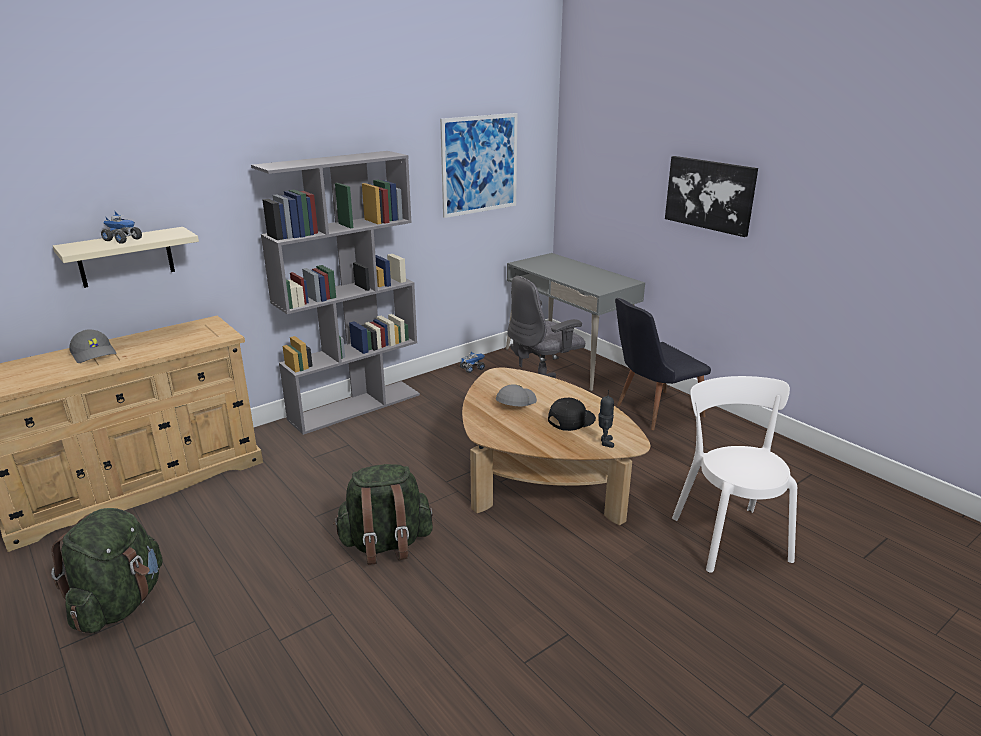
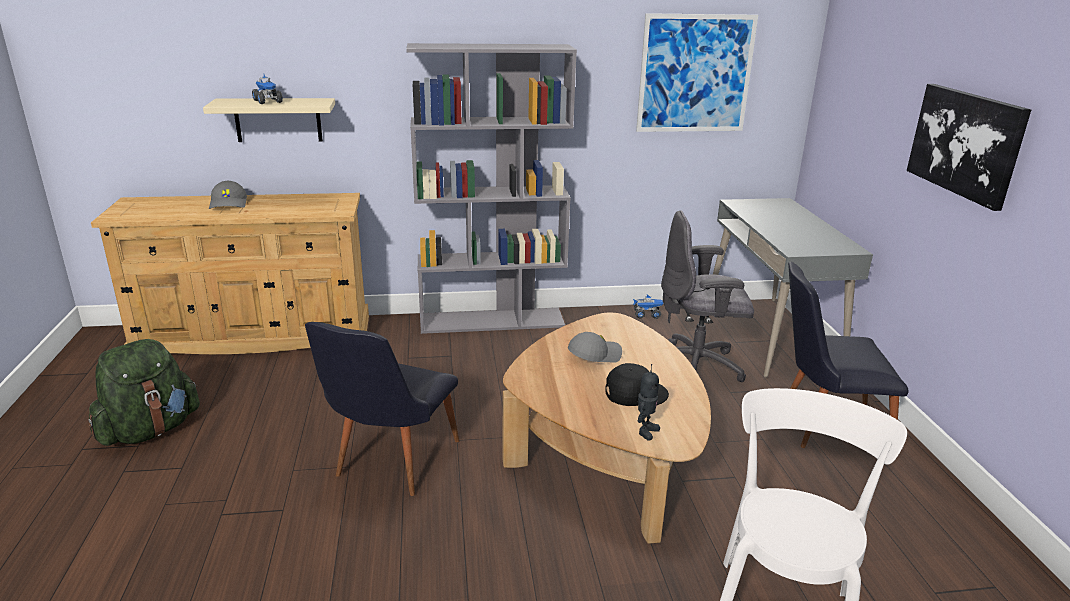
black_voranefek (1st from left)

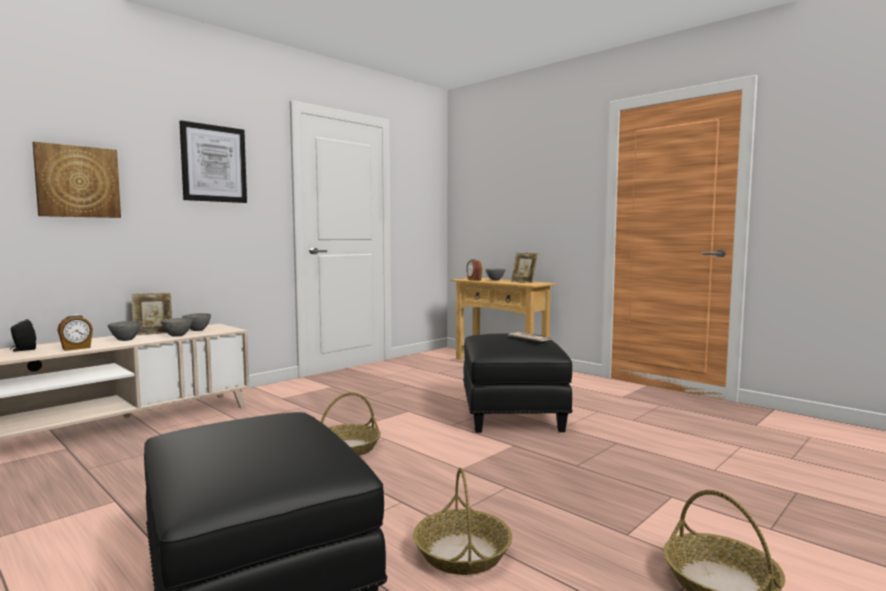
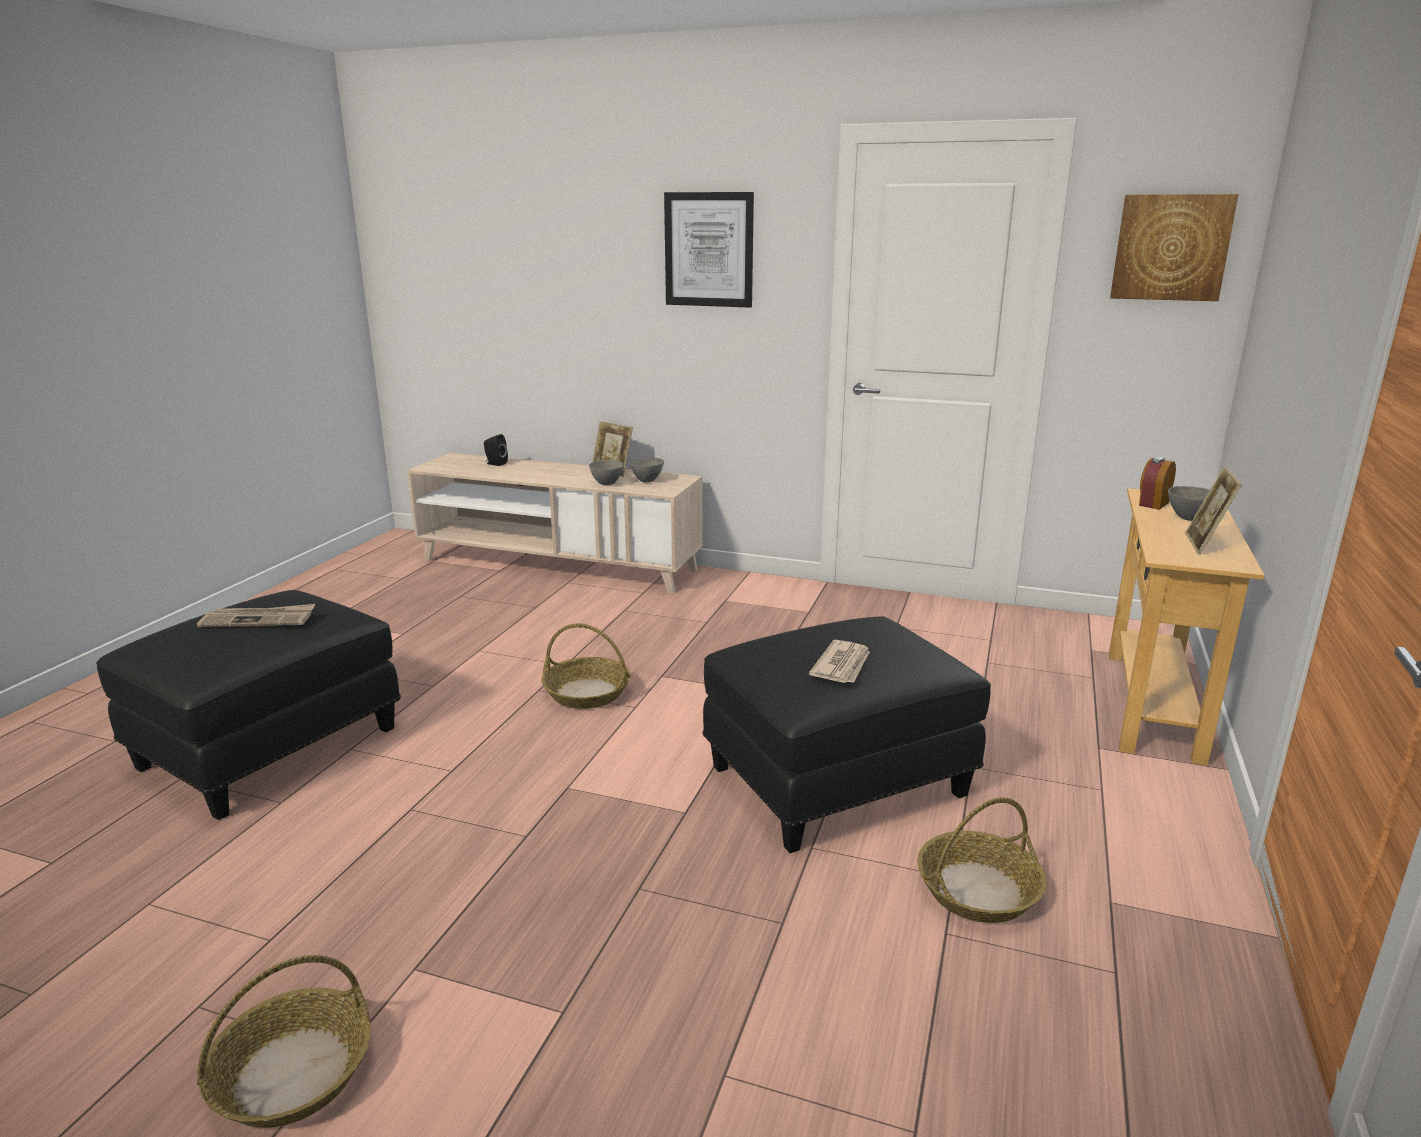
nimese (2nd from left)
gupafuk (1st from left in the first image)
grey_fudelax (1st from left in the first image)
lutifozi (3rd from left)
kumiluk (1st from left)

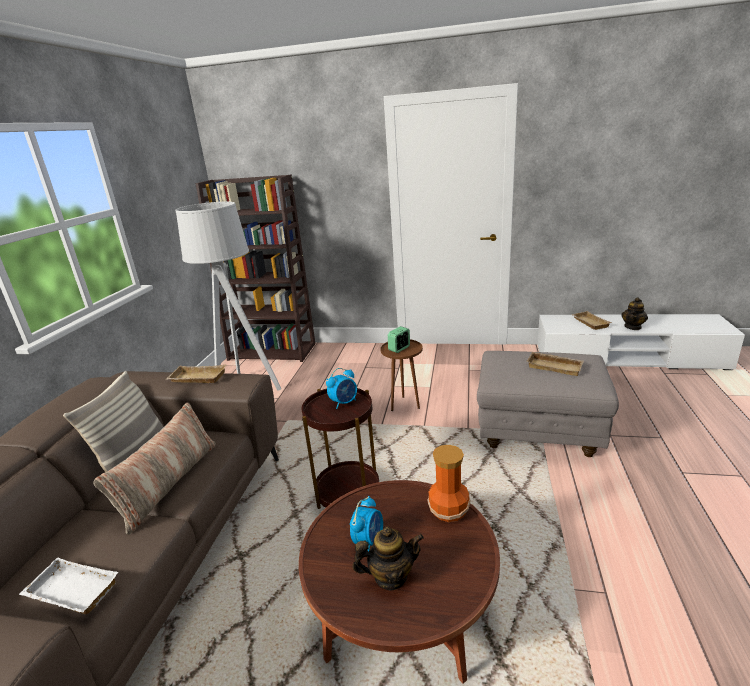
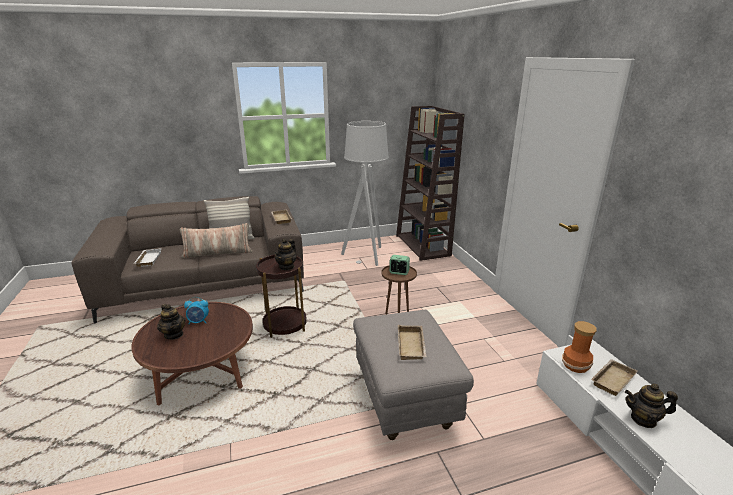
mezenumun (2nd from left)
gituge

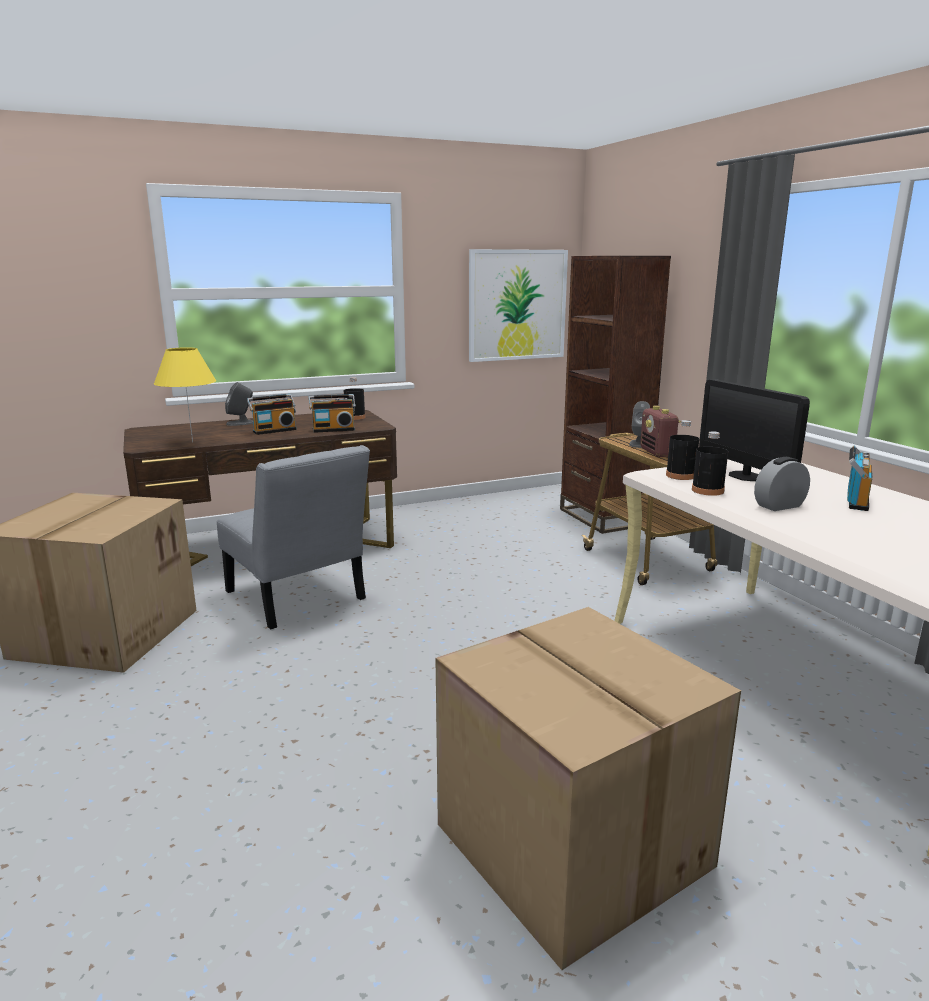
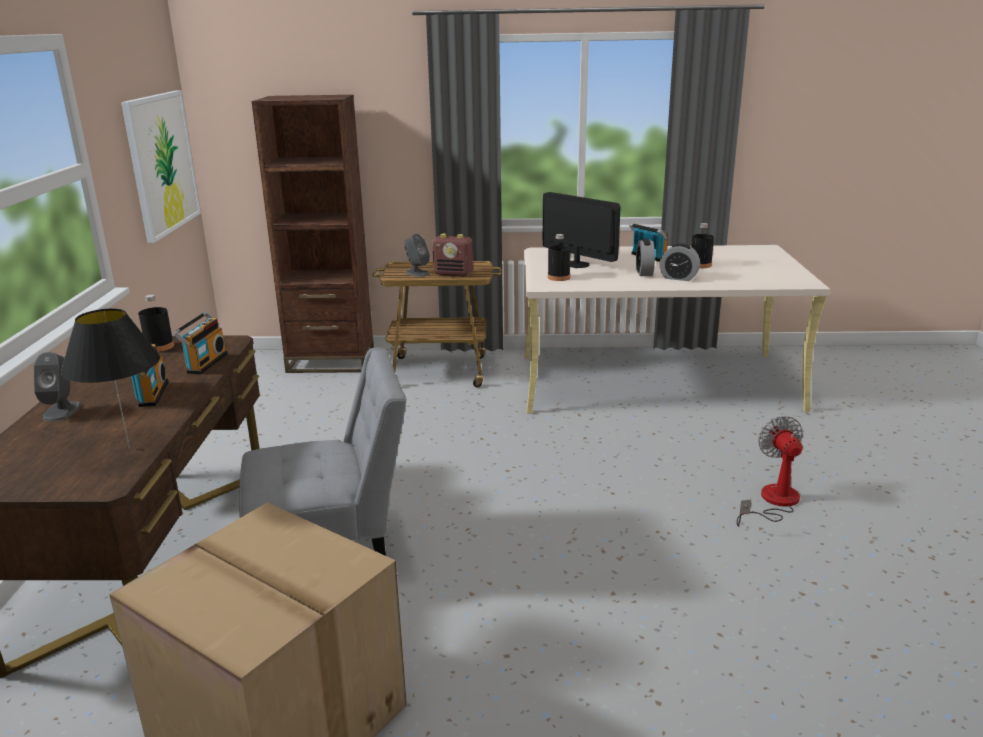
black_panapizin
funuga
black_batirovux (3rd from left)
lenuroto
gupafuk (2nd from left)

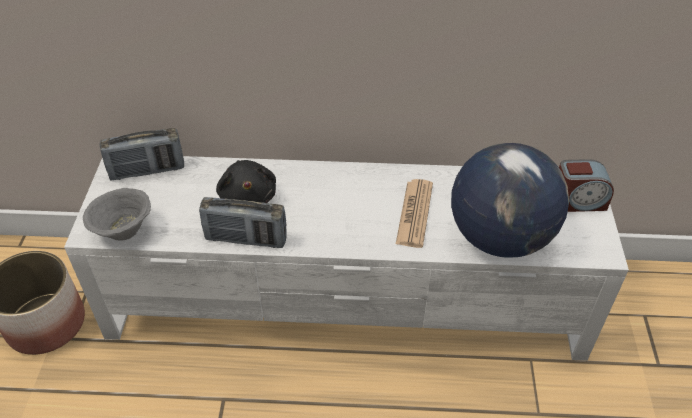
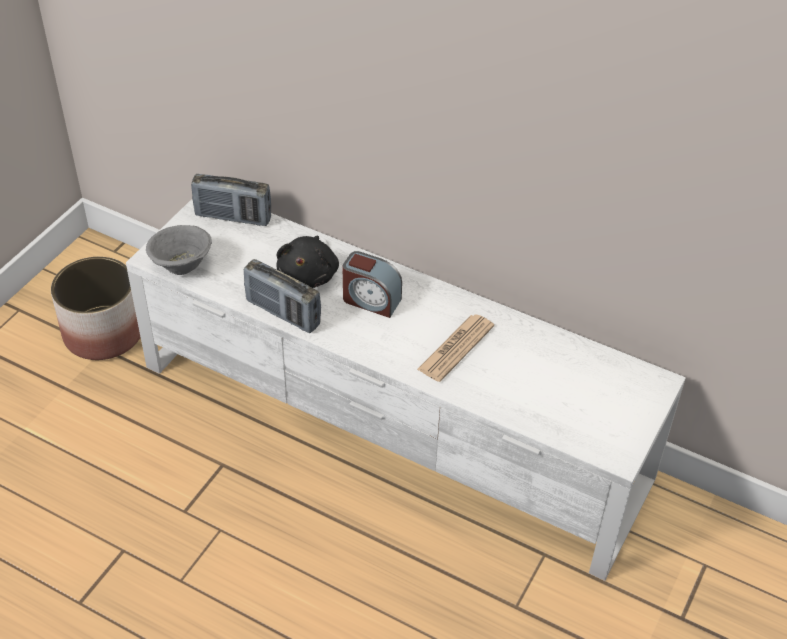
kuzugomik
gupafuk

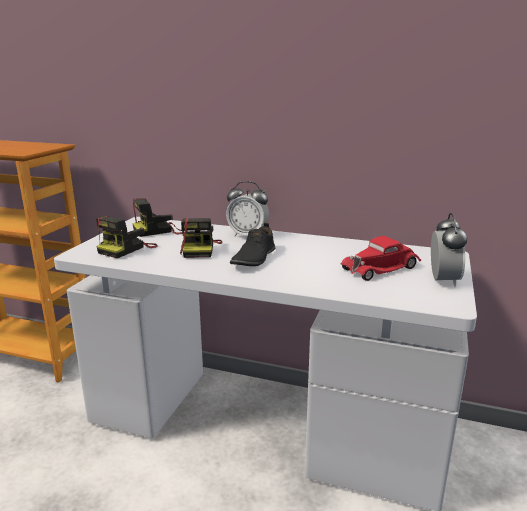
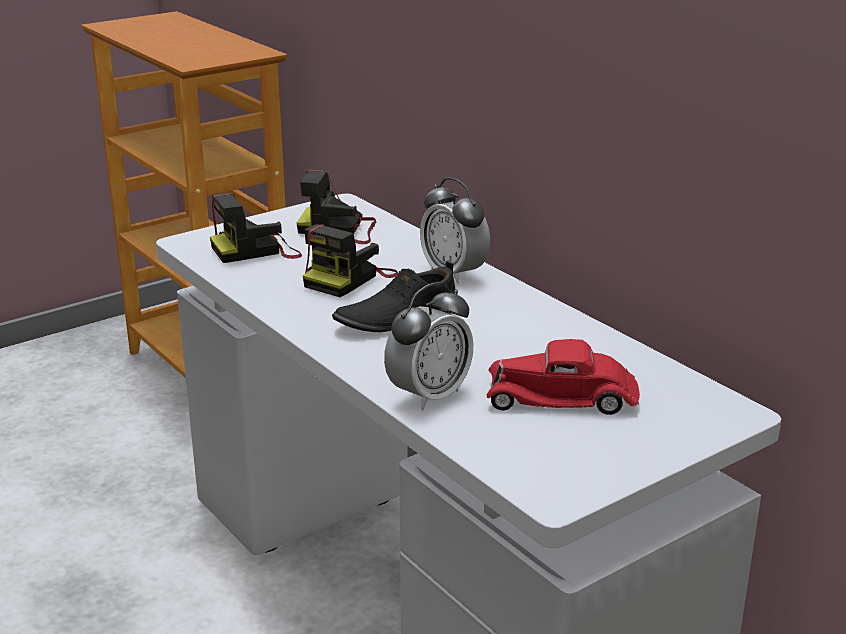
gupafuk (1st from left)

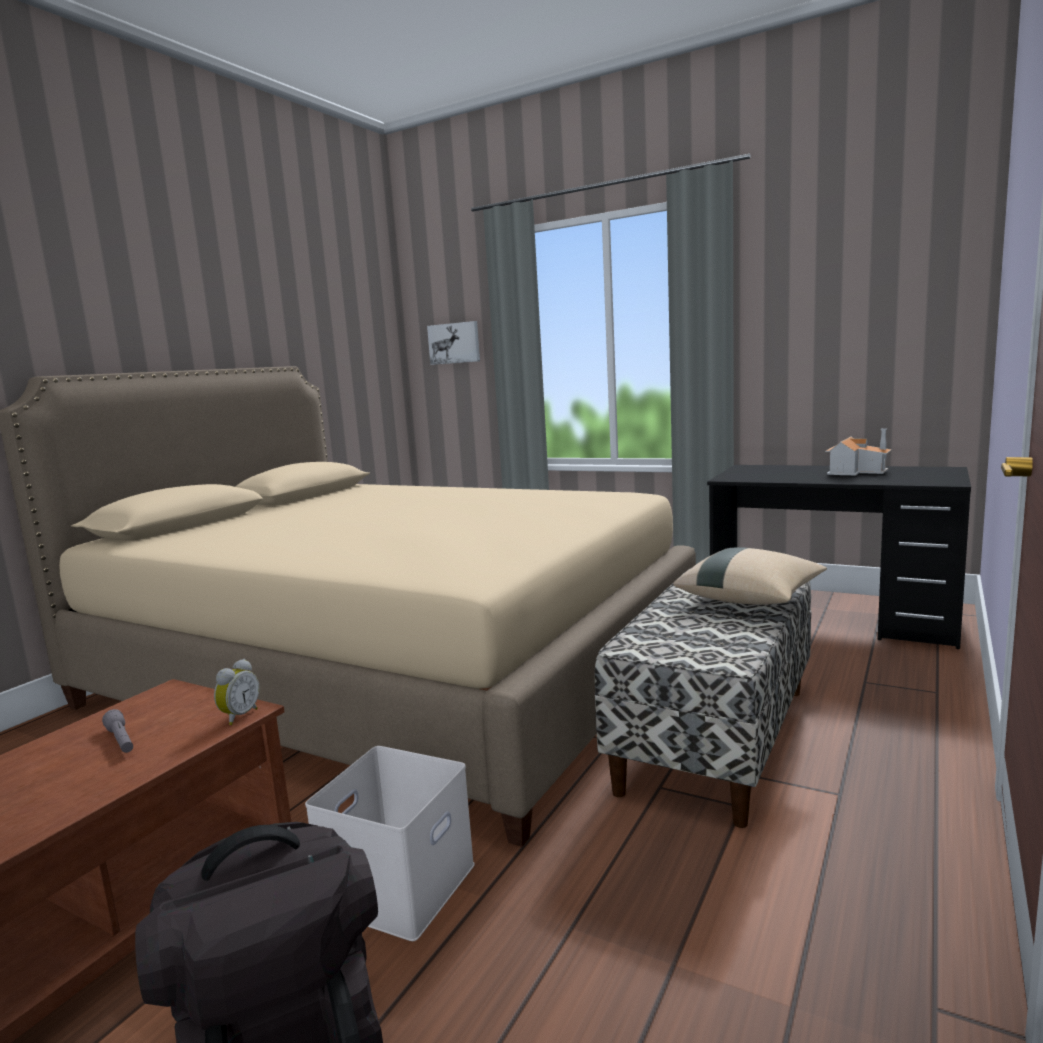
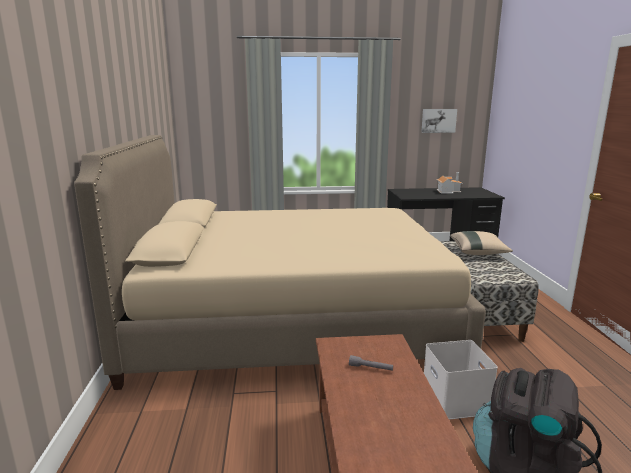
gupafuk
nimese

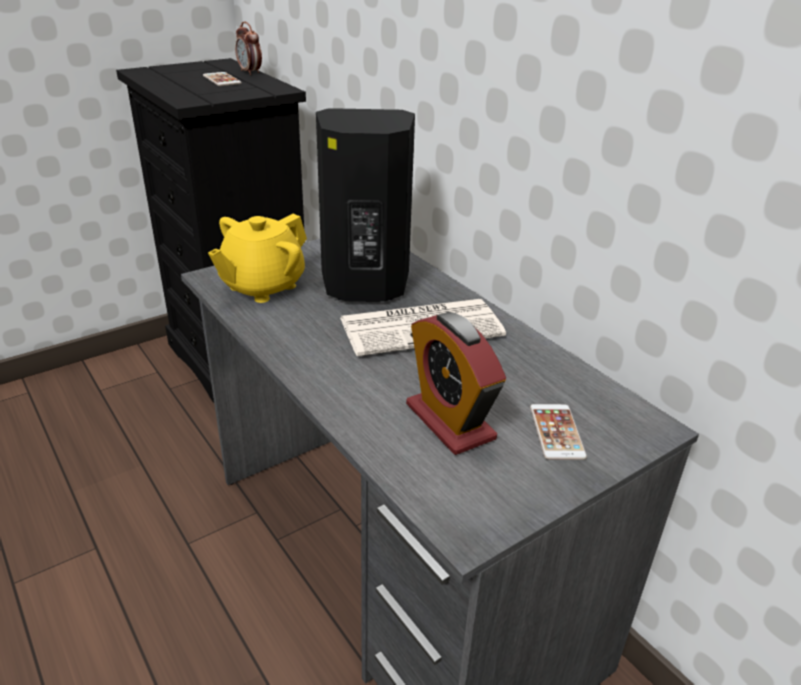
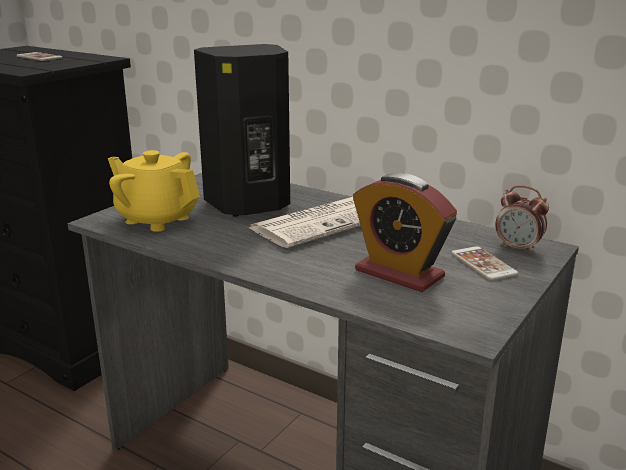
yellow_mezenumun
gupafuk (2nd from left)

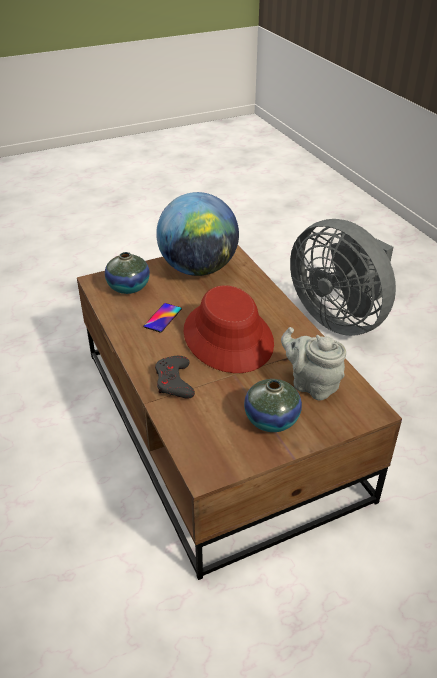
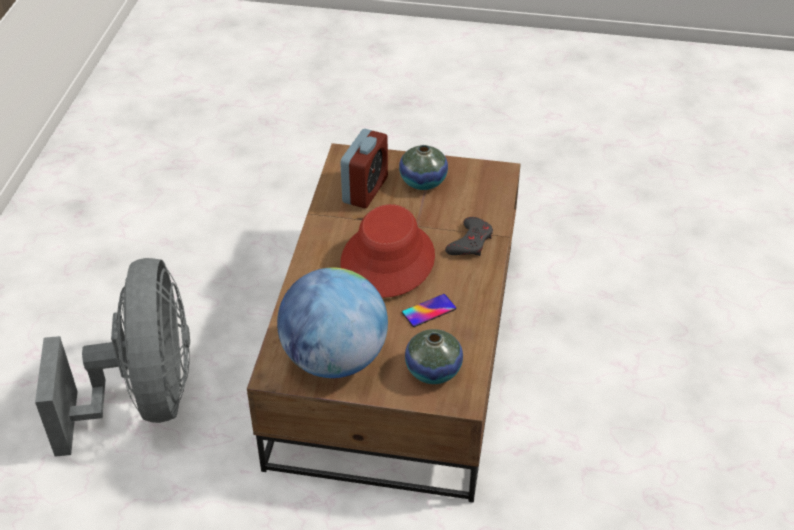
gupafuk

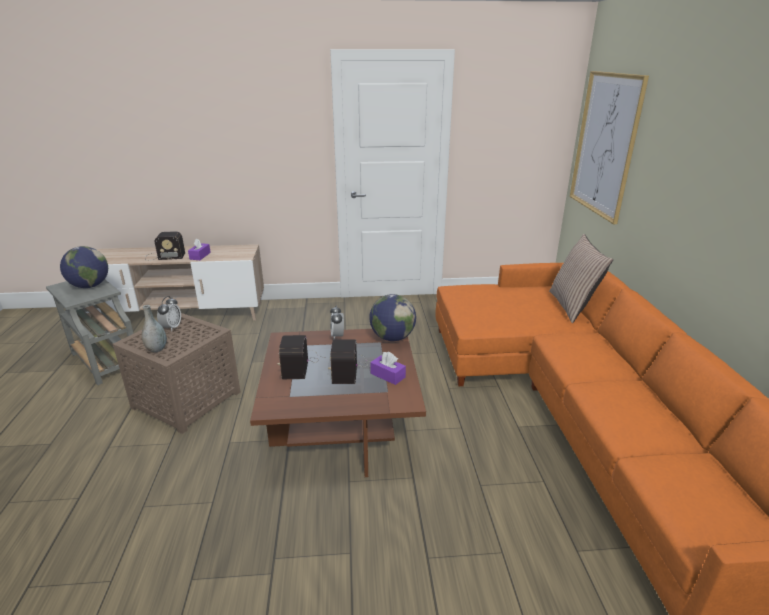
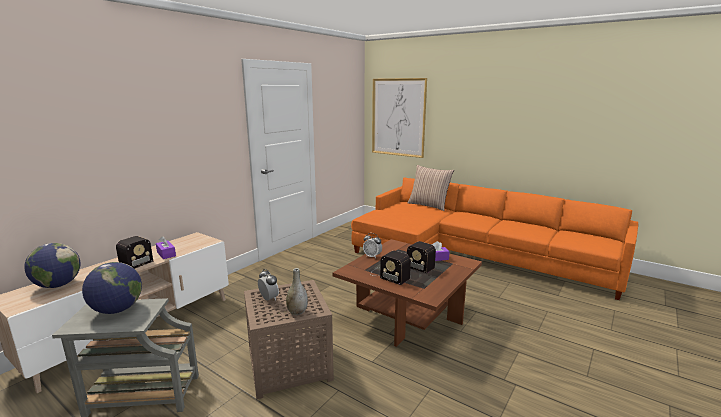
kuzugomik (1st from left)

